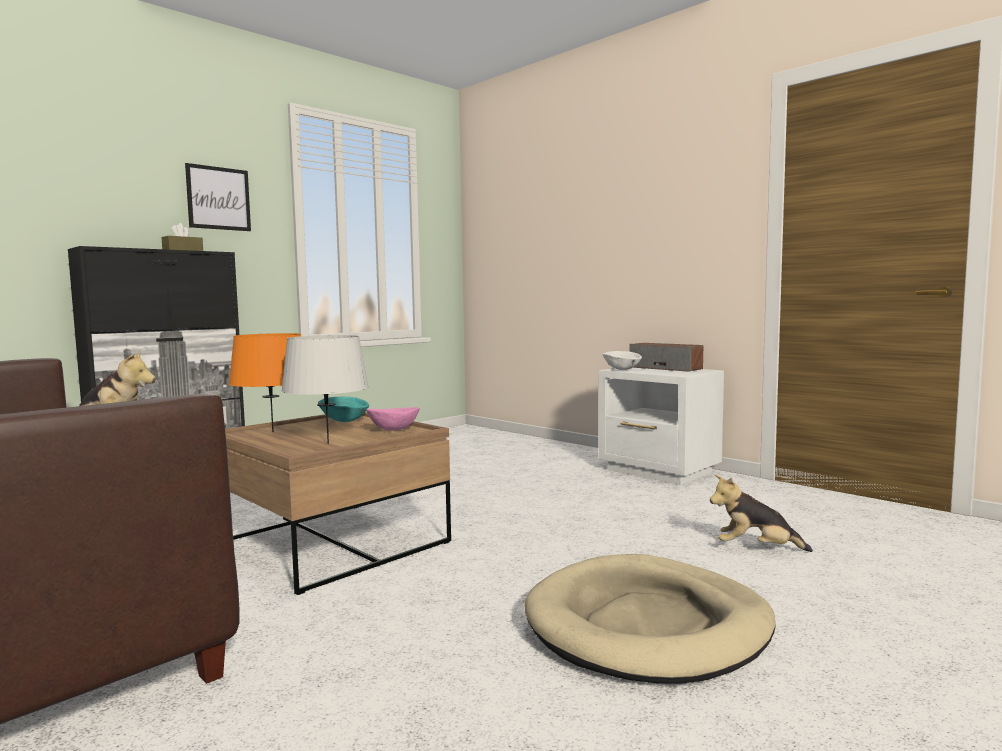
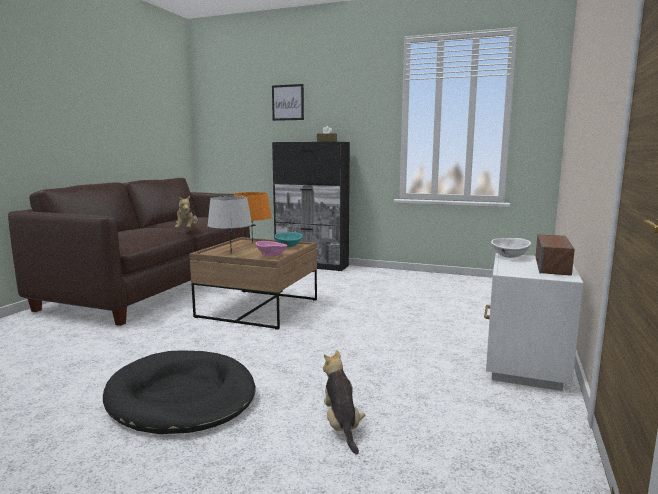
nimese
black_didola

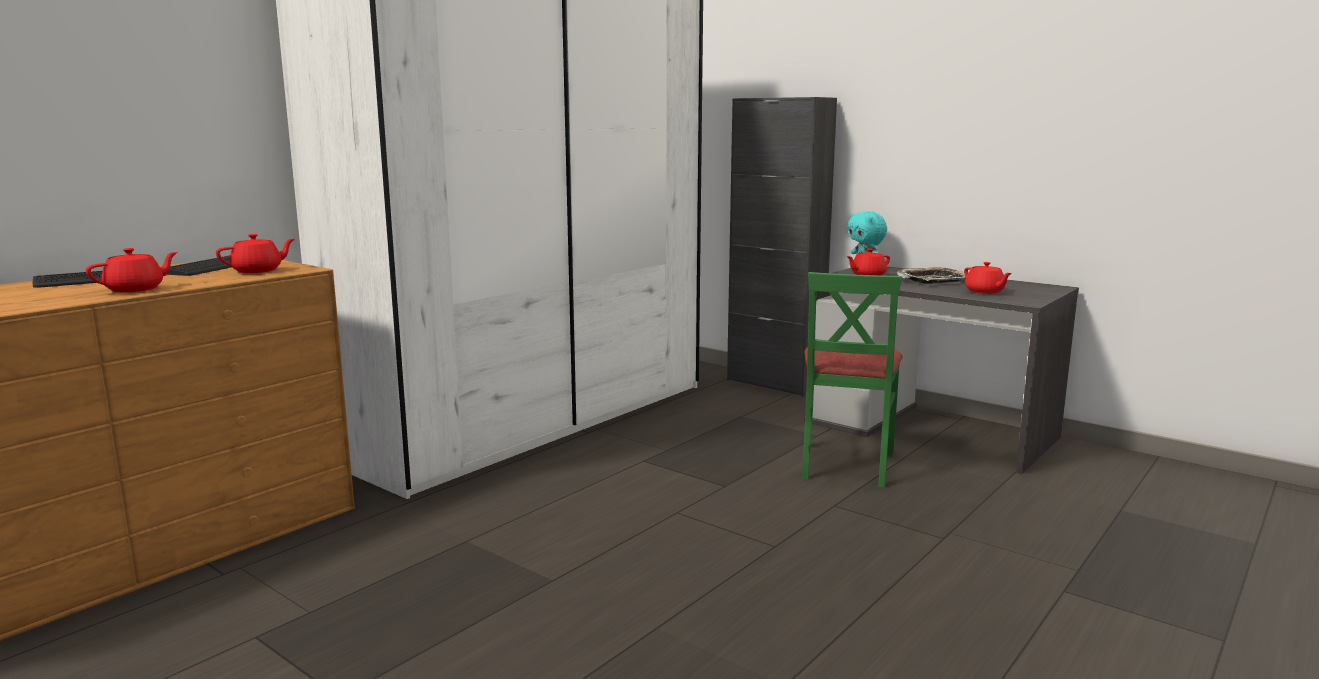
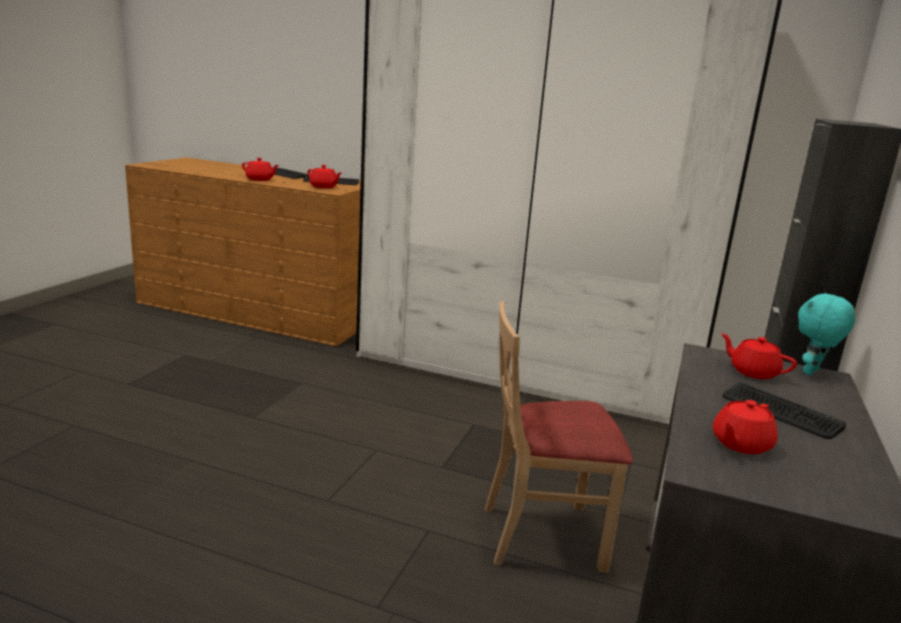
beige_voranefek
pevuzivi (3rd from left)

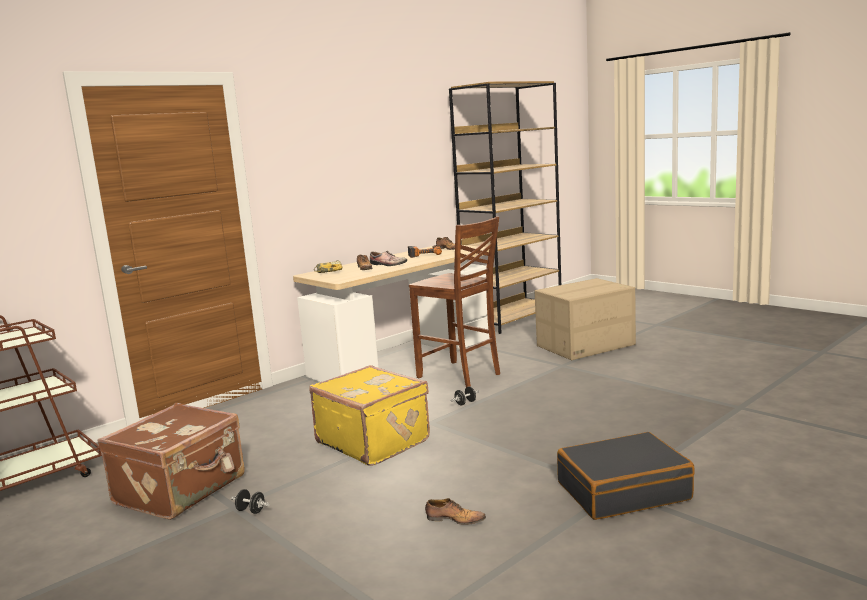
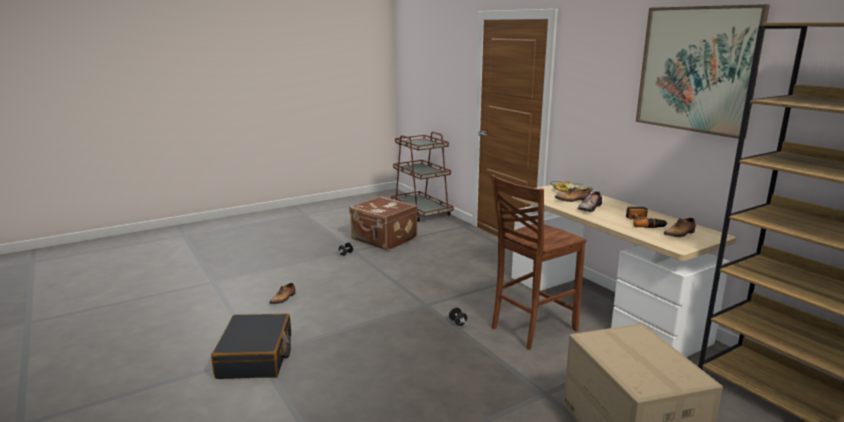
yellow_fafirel
nimese

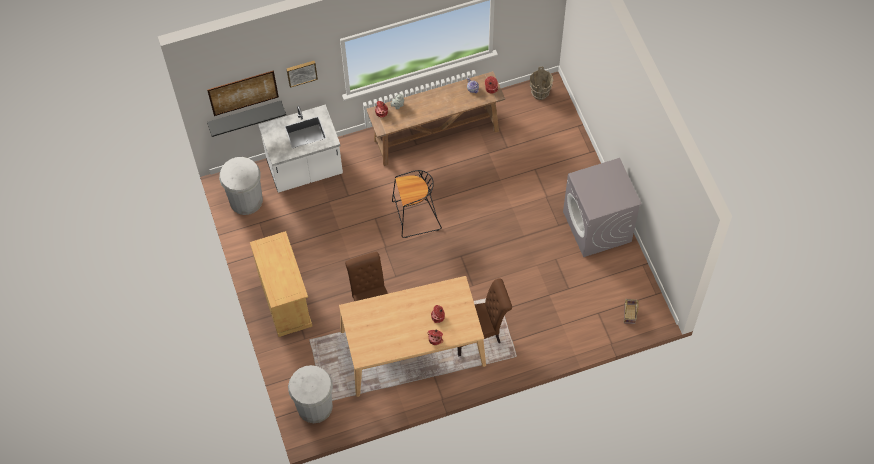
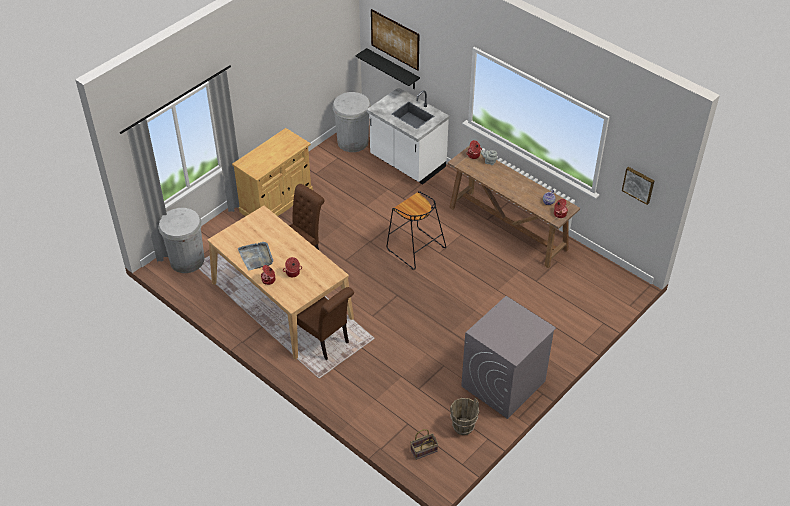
nimese (2nd from left)
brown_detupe
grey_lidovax

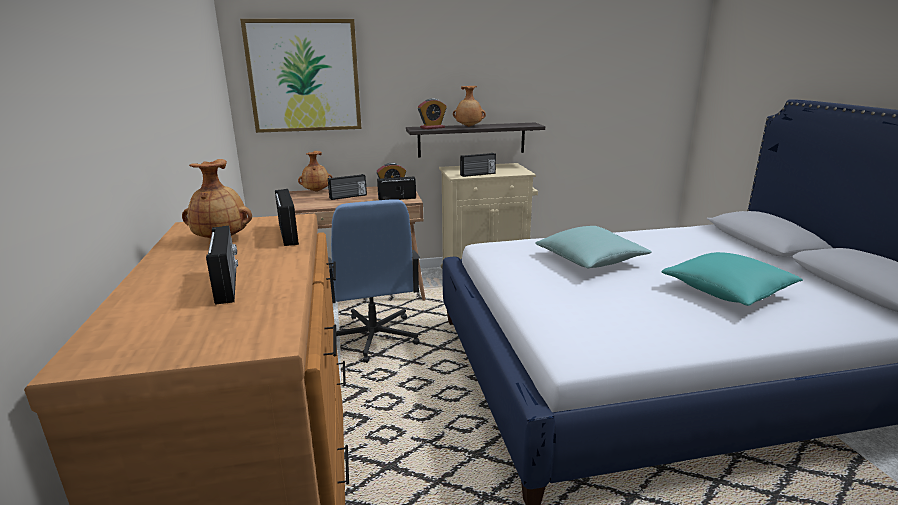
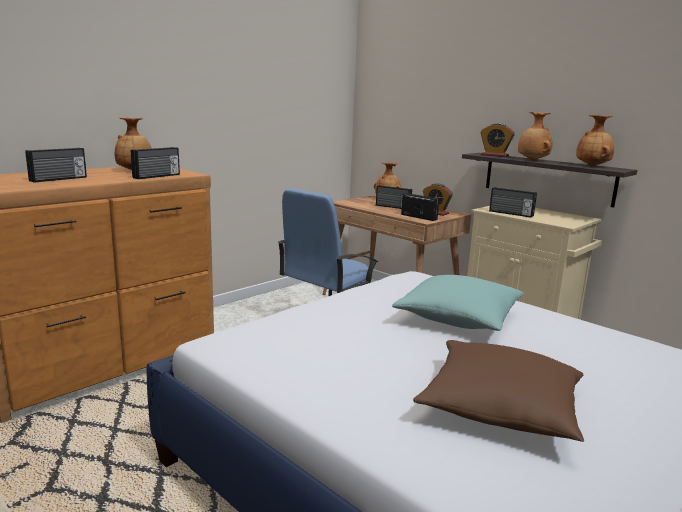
nimese
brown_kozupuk
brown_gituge (4th from left)

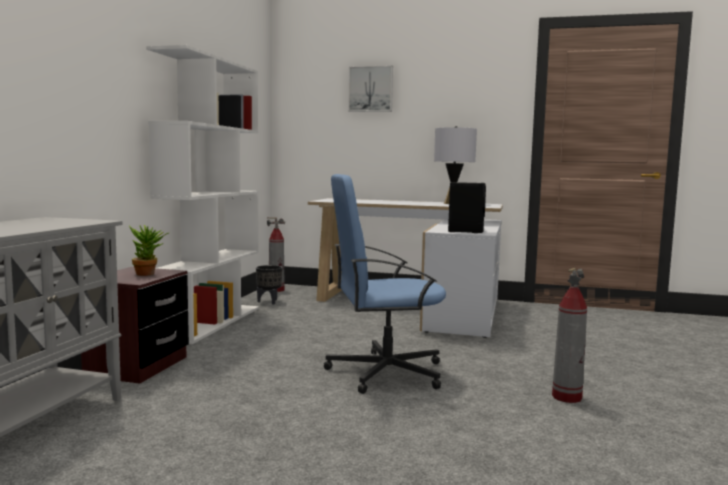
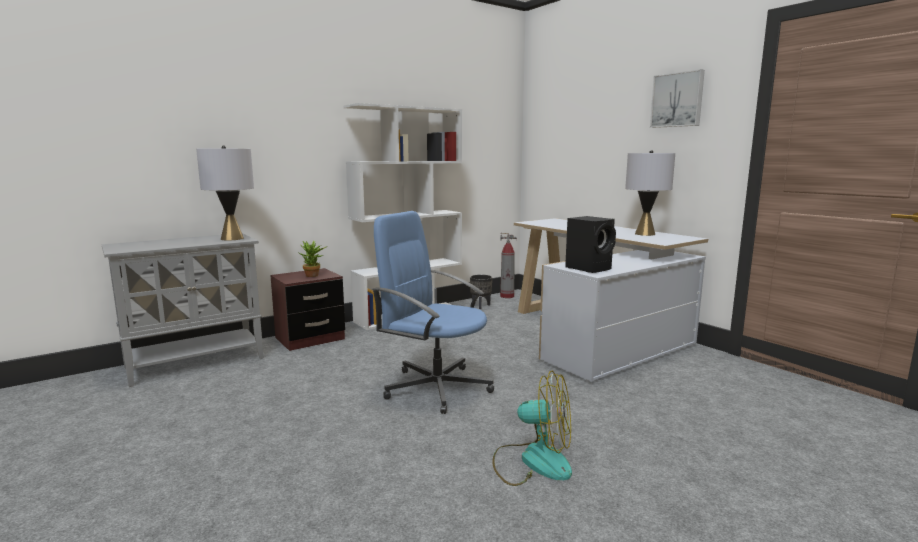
nimese
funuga
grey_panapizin (1st from left)

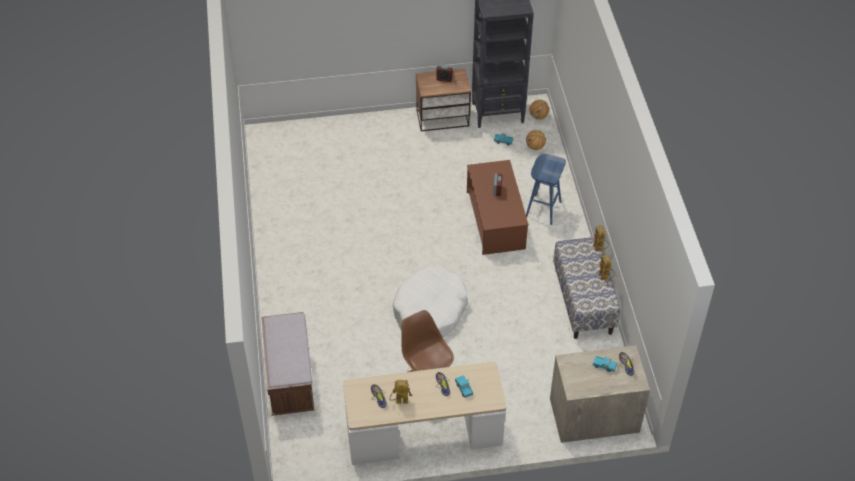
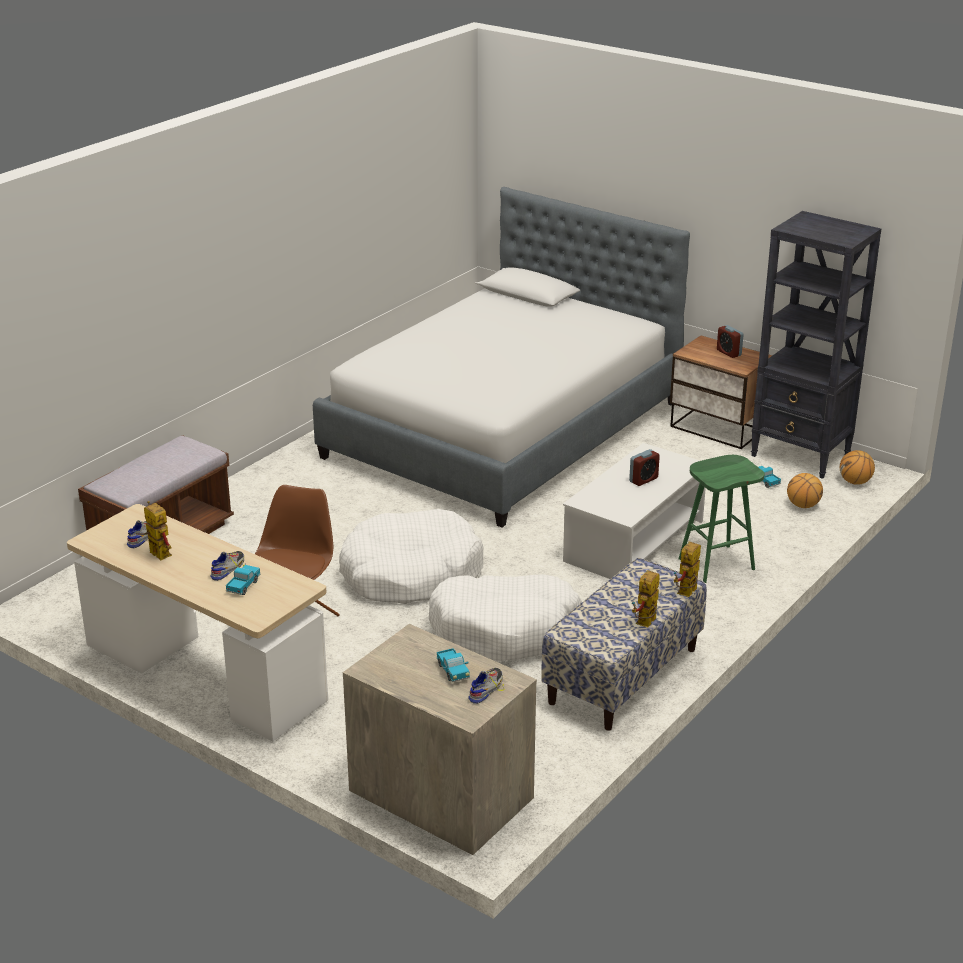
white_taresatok
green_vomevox
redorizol
white_didola (2nd from left)

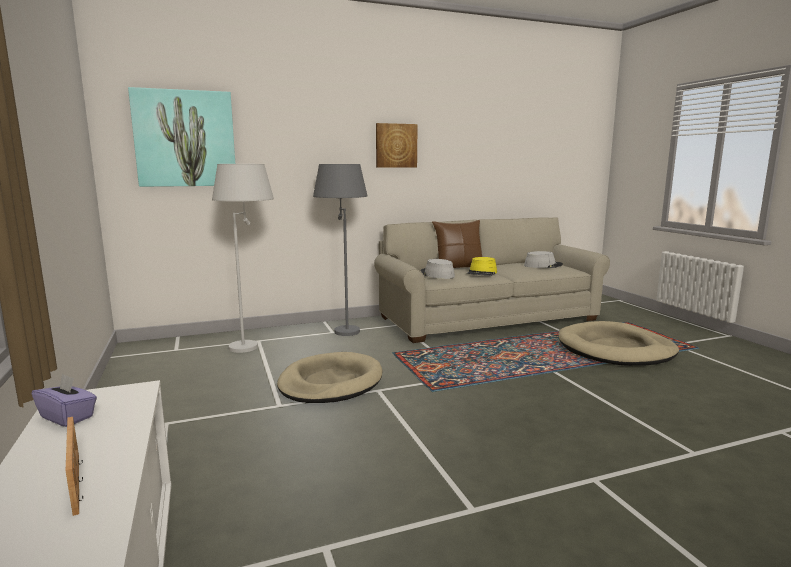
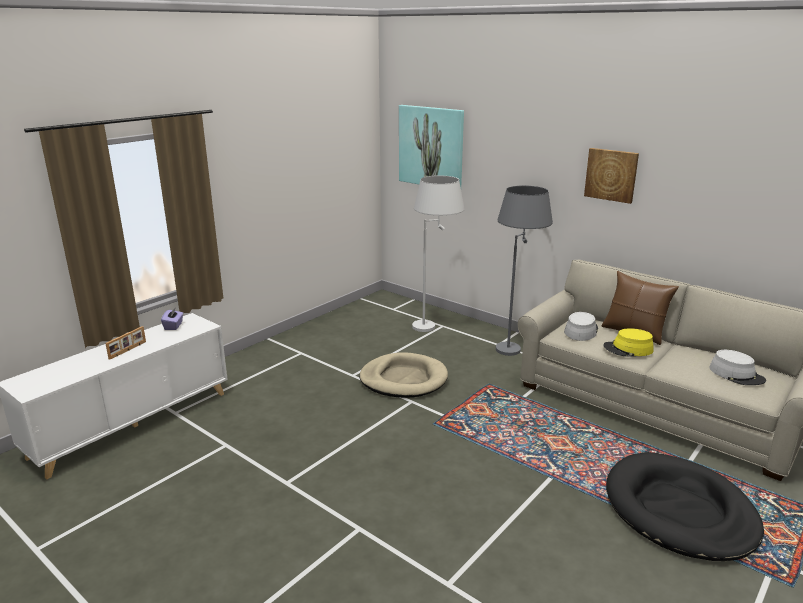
black_didola

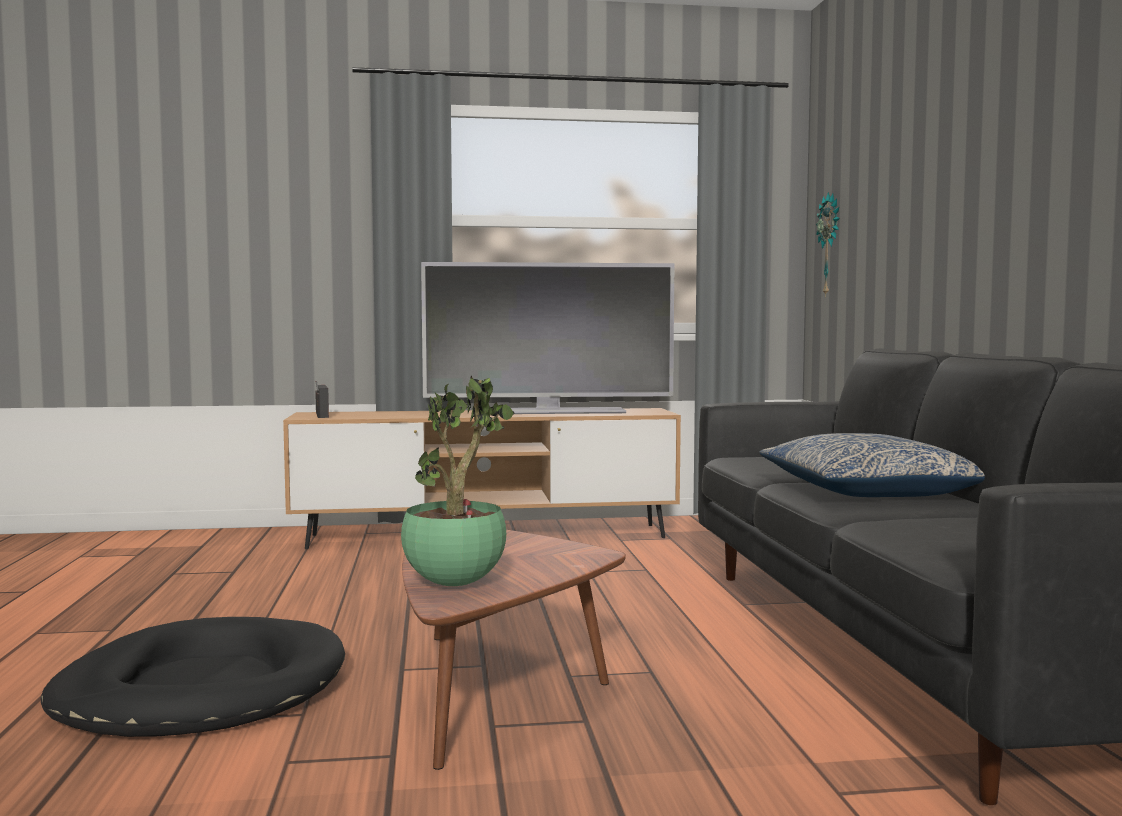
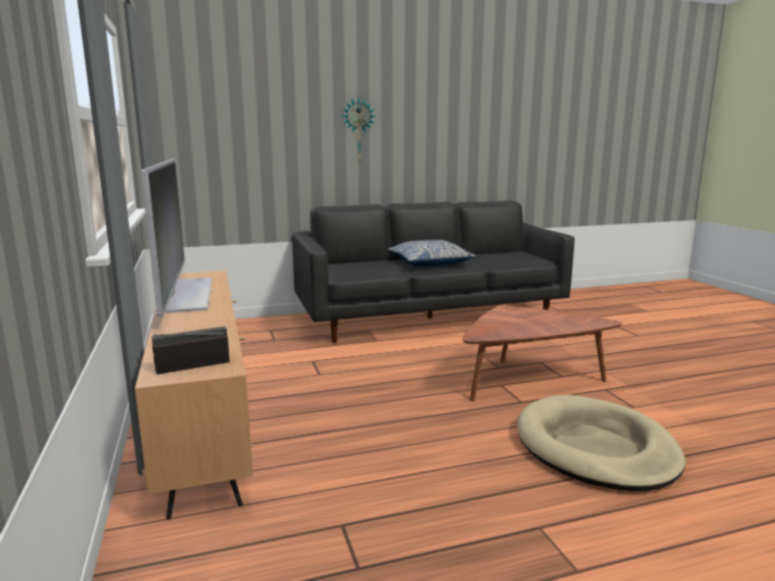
beige_didola
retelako
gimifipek

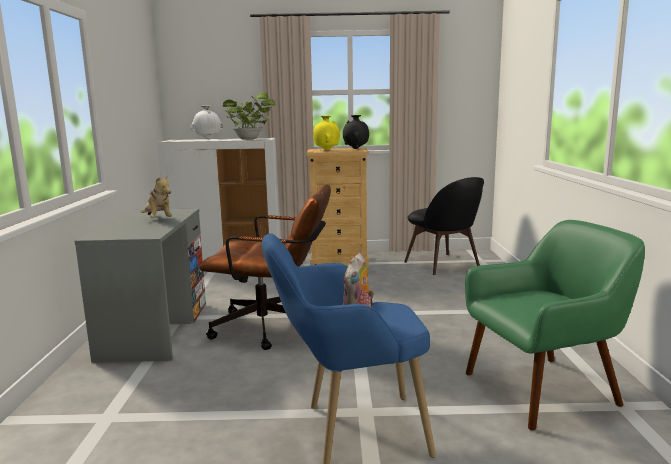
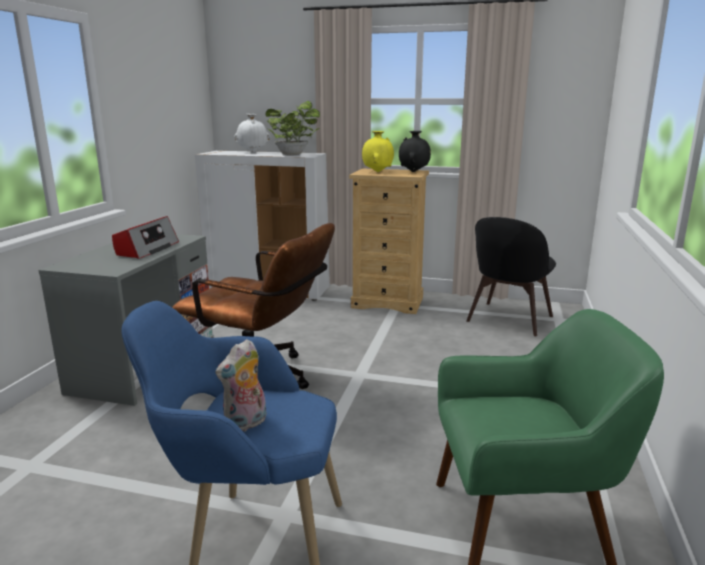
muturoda
black_voranefek

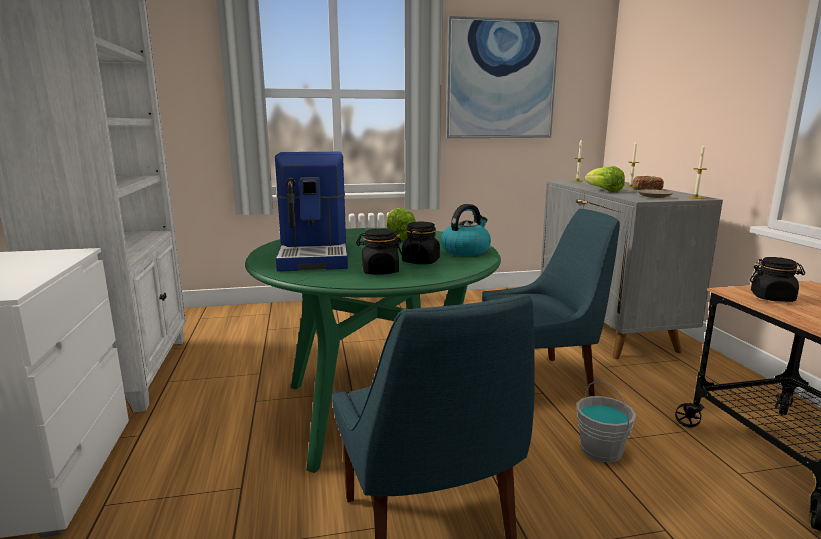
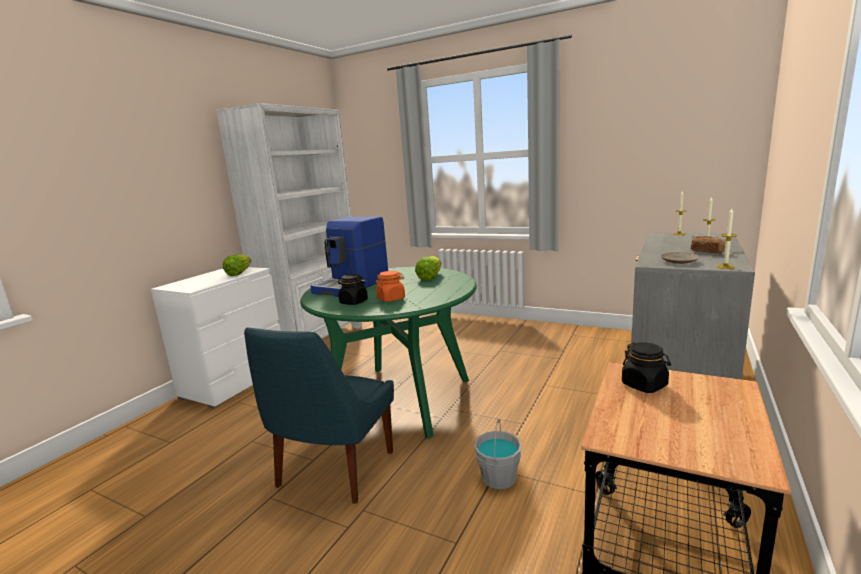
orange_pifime
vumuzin
nimese
blue_voranefek (2nd from left in the first image)
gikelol (1st from left)

